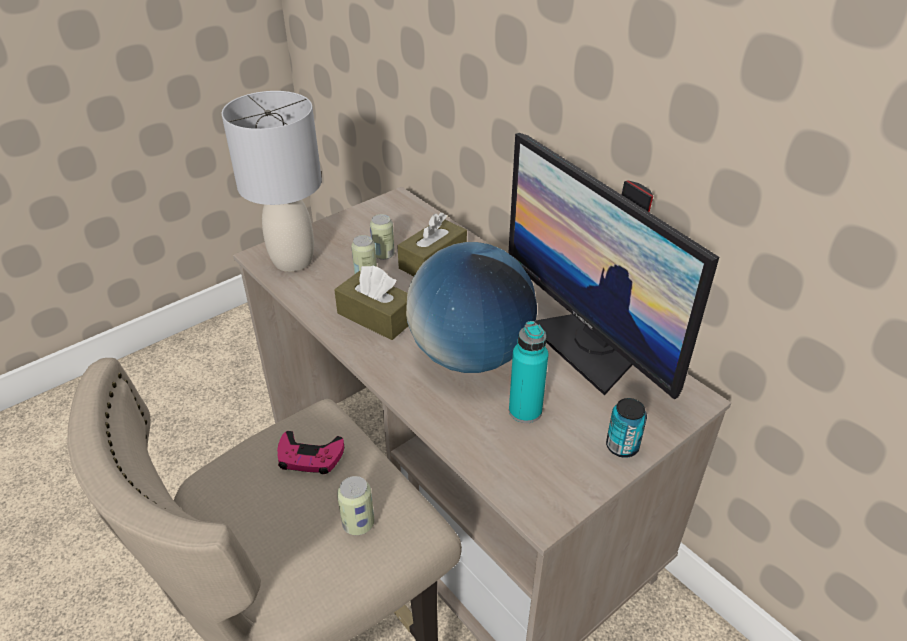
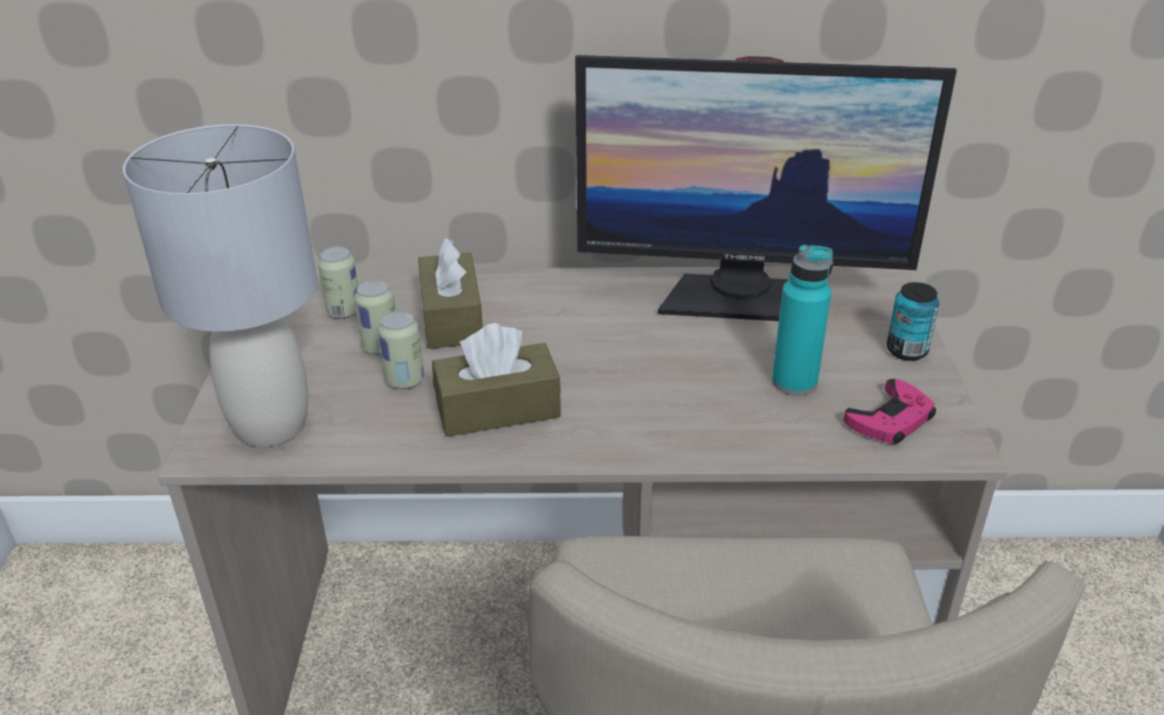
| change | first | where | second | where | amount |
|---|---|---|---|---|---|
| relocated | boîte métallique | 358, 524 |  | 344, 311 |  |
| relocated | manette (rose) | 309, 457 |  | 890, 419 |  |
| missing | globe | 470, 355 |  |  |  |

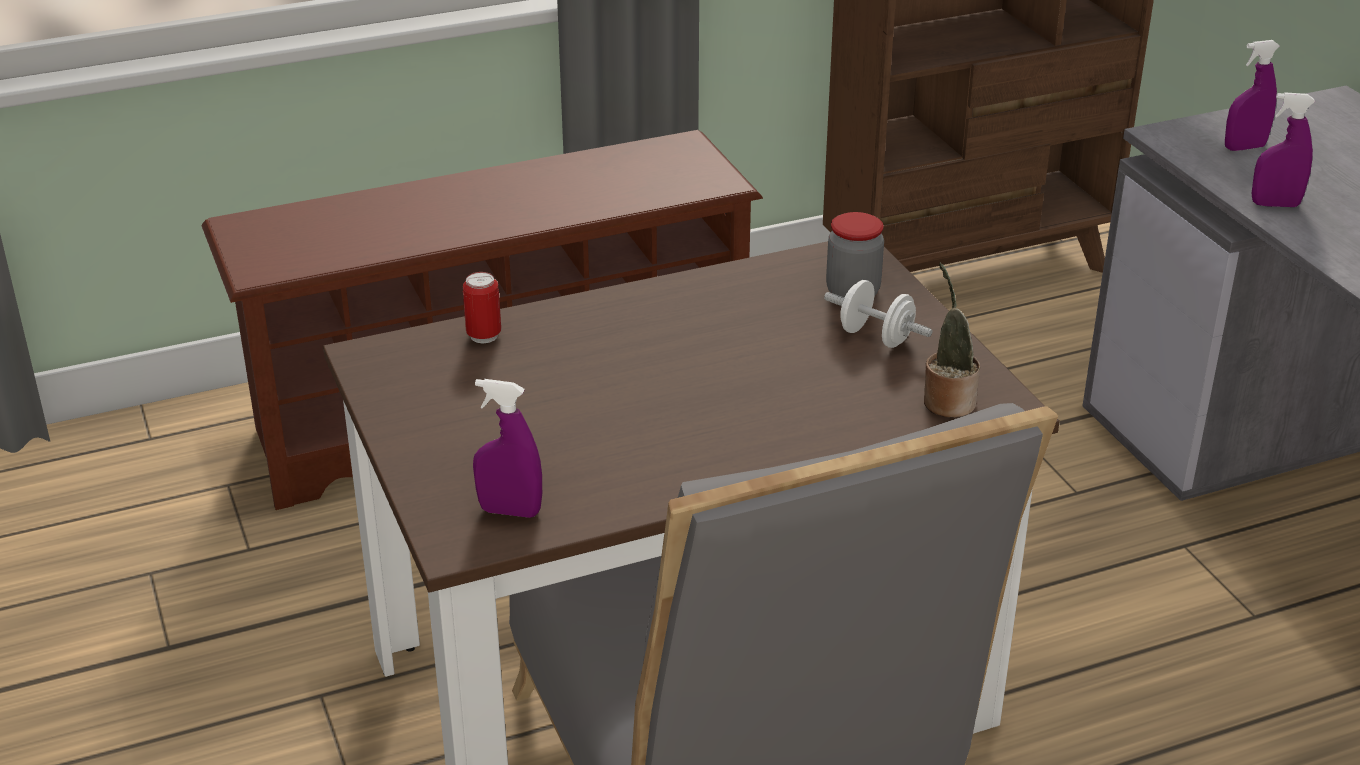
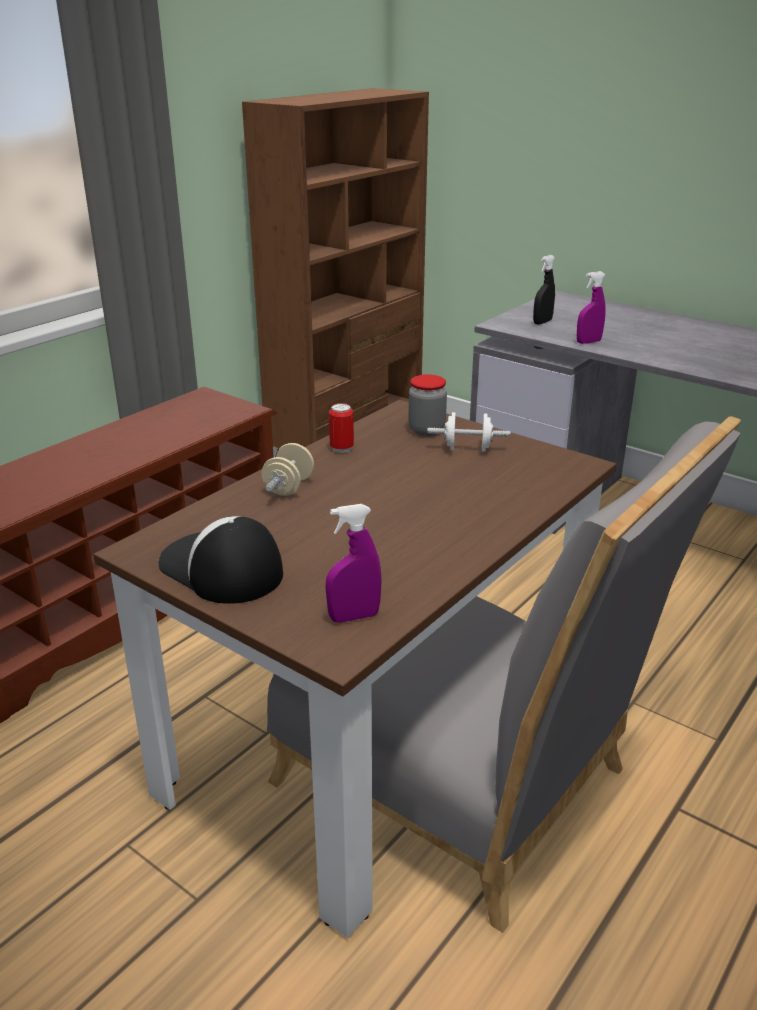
| change | first | where | second | where | amount |
|---|---|---|---|---|---|
| appeared |  |  | casquette | 220, 569 |  |
| appeared |  |  | haltère (beige) | 289, 487 |  |
| relocated | boîte métallique | 484, 336 |  | 341, 448 |  |
| colour | vaporisateur (violet) | 1244, 147 | vaporisateur (noir) | 542, 322 |  |
| missing | plante en pot | 947, 400 |  |  |  |

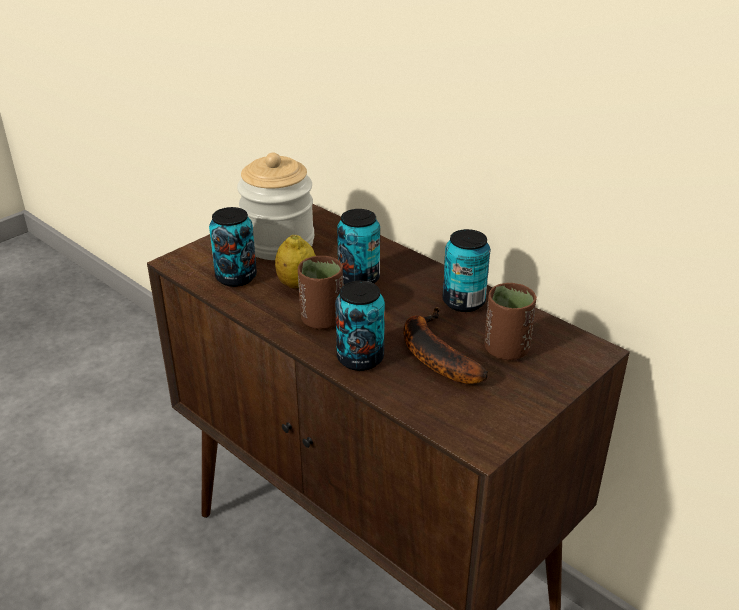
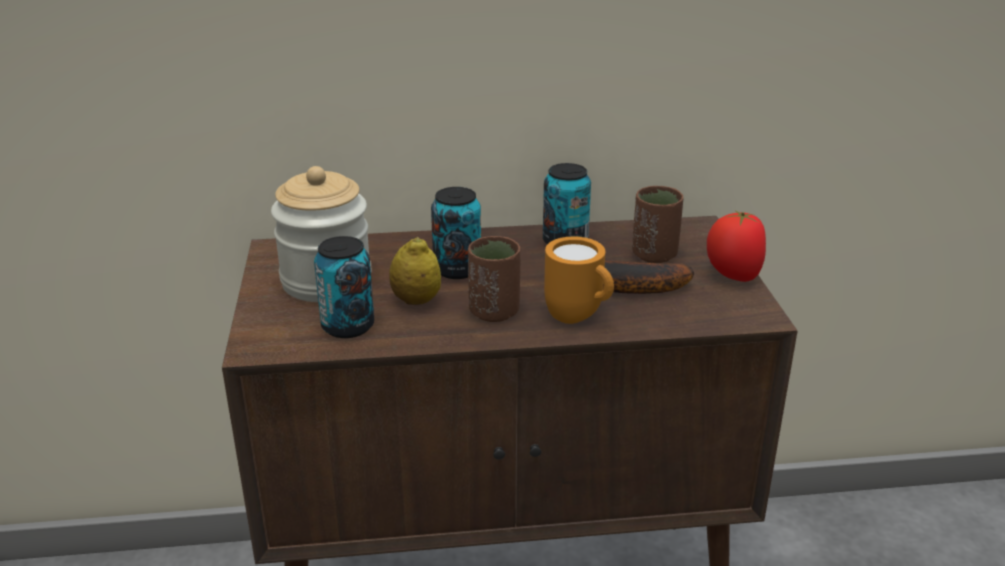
| change | first | where | second | where | amount |
|---|---|---|---|---|---|
| exchanged | boîte métallique | 360, 358 | mug (orange) | 579, 318 |  |
| appeared |  |  | tomate | 732, 276 |  |

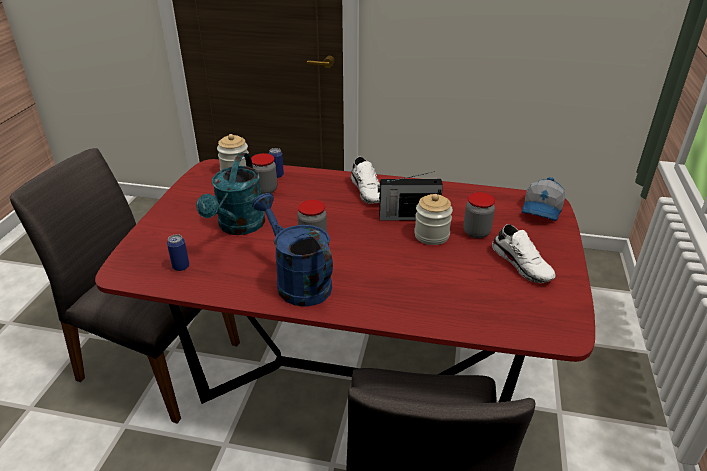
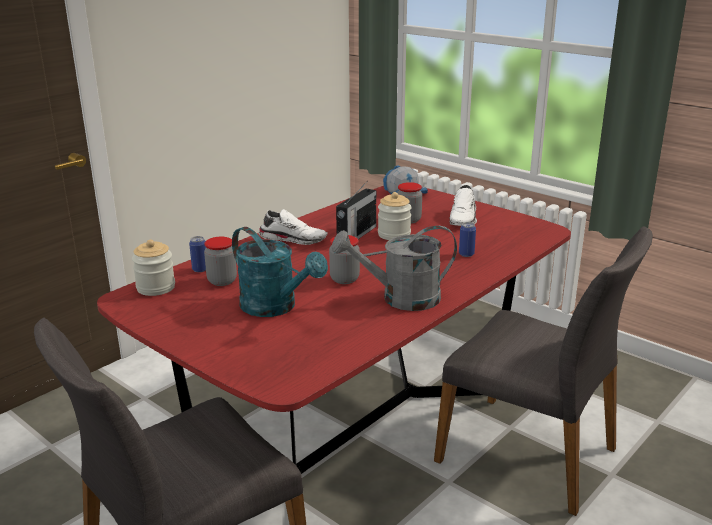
| change | first | where | second | where | amount |
|---|---|---|---|---|---|
| colour | arrosoir (bleu) | 297, 281 | arrosoir (gris) | 400, 299 |  |
| spun | chaussure (blanc) | 523, 264 |  | 464, 218 | 105 degrees clockwise |
| relocated | boîte métallique | 181, 266 |  | 466, 254 |  |

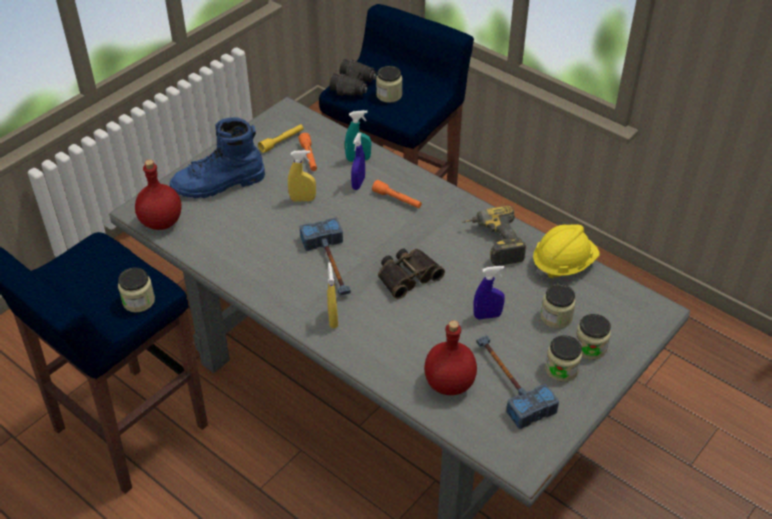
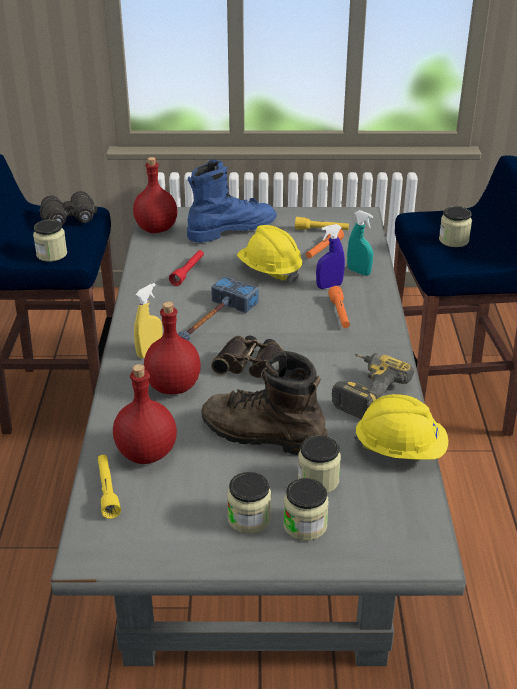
| change | first | where | second | where | amount |
|---|---|---|---|---|---|
| relocated | jumelles (noir) | 354, 86 |  | 70, 220 |  |
| appeared |  |  | lampe de poche (jaune) | 107, 491 |  |
| appeared |  |  | bouteille (rouge) | 173, 387 |  |
| appeared |  |  | lampe de poche (rouge) | 188, 272 |  |
| spun | botte (bleu) | 219, 184 |  | 231, 230 | 120 degrees clockwise |
| exchanged | vaporisateur (bleu) | 487, 316 | botte (marron) | 262, 434 |  |
| exchanged | vaporisateur (jaune) | 303, 199 | casque de chantier (jaune) | 269, 271 |  |
| missing | marteau | 508, 382 |  |  |  |

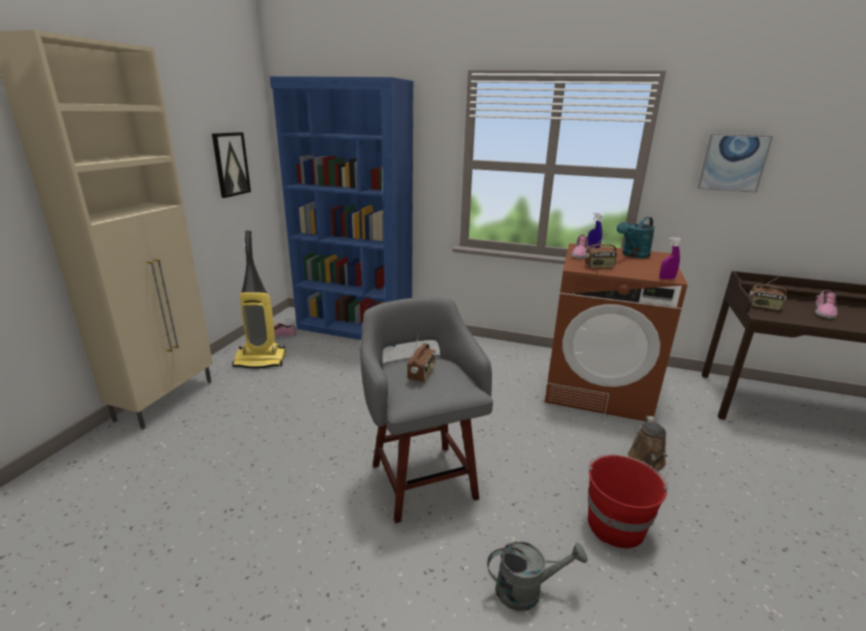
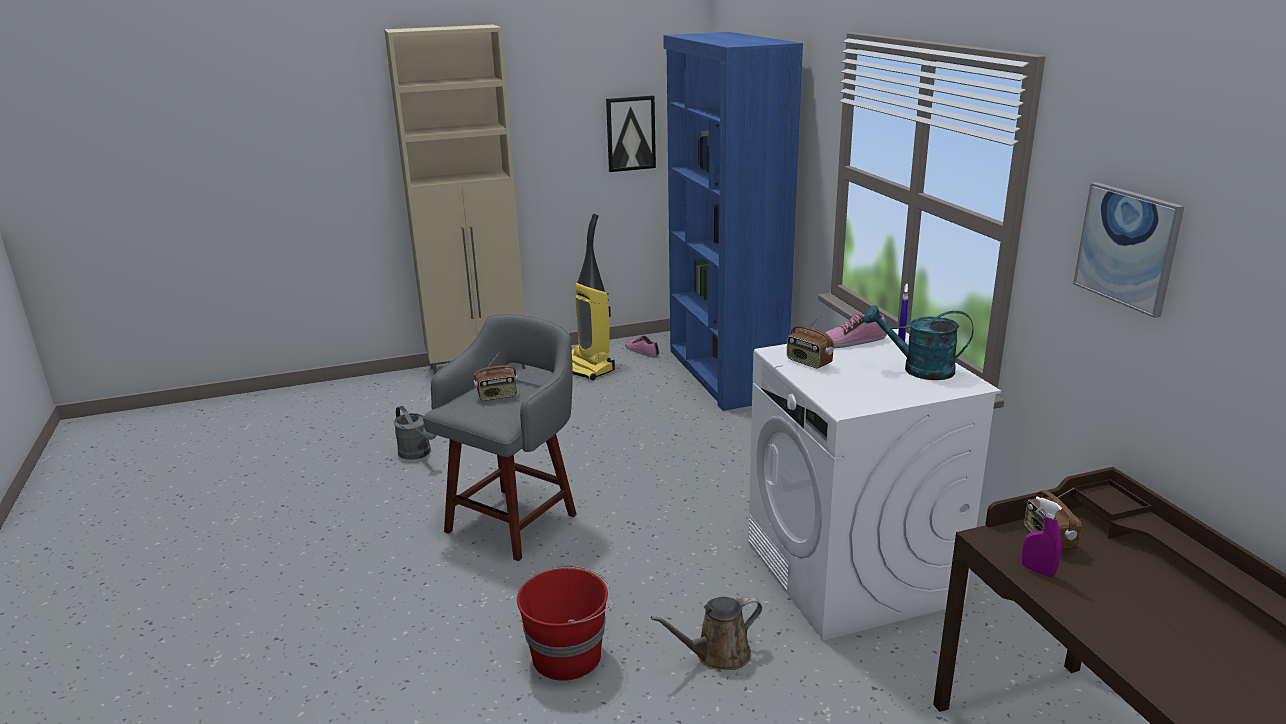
| change | first | where | second | where | amount |
|---|---|---|---|---|---|
| relocated | arrosoir (gris) | 527, 589 |  | 418, 454 |  |
| colour | lave-linge (marron) | 597, 387 | lave-linge (blanc) | 852, 573 |  |
| relocated | vaporisateur (violet) | 666, 278 |  | 1037, 571 |  |
| missing | chaussure | 823, 311 |  |  |  |

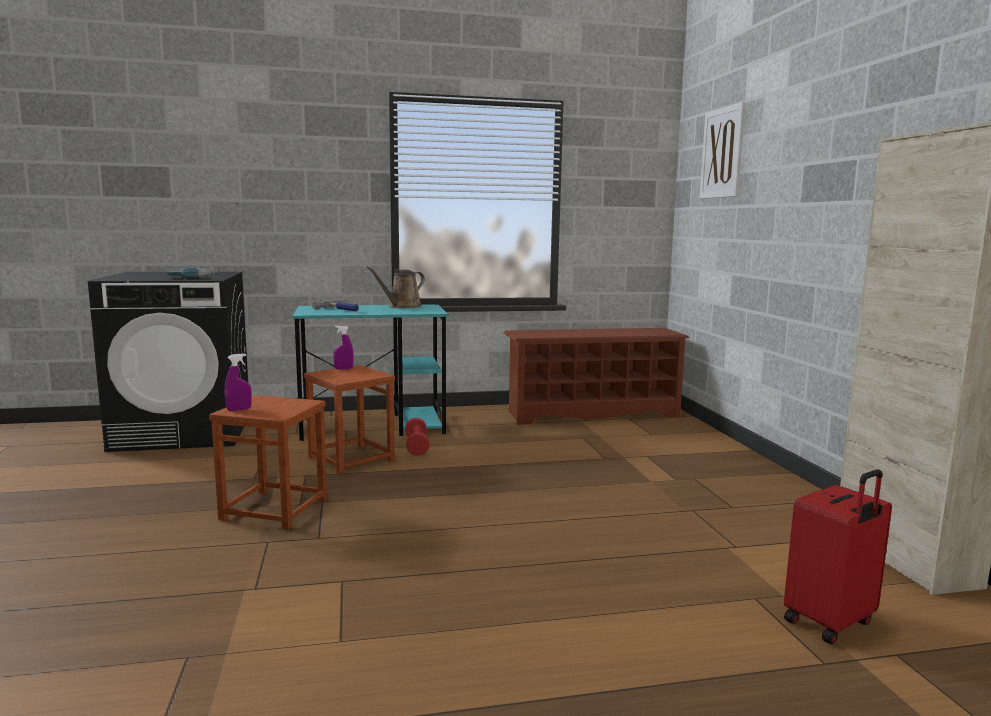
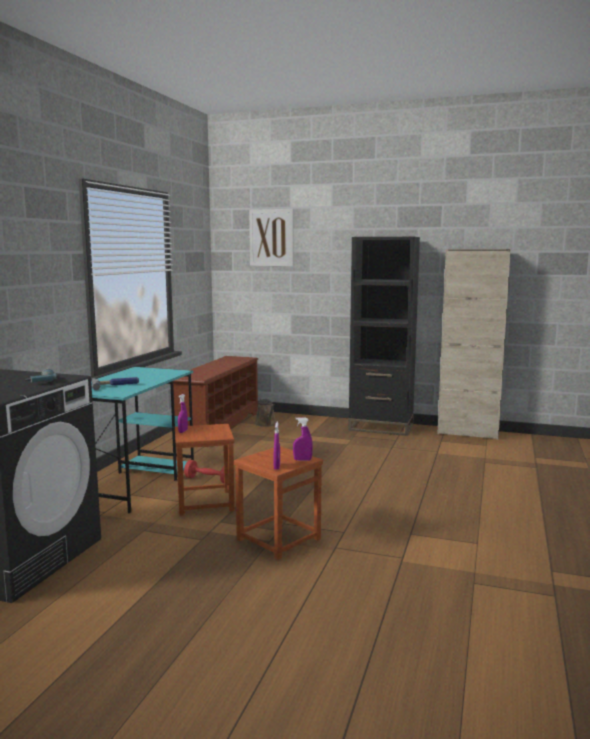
| change | first | where | second | where | amount |
|---|---|---|---|---|---|
| relocated | arrosoir (marron) | 402, 306 |  | 266, 424 |  |
| appeared |  |  | vaporisateur (violet) | 302, 460 |  |
| appeared |  |  | bibliothèque (noir) | 381, 427 |  |
| missing | valise (rouge) | 831, 622 |  |  |  |

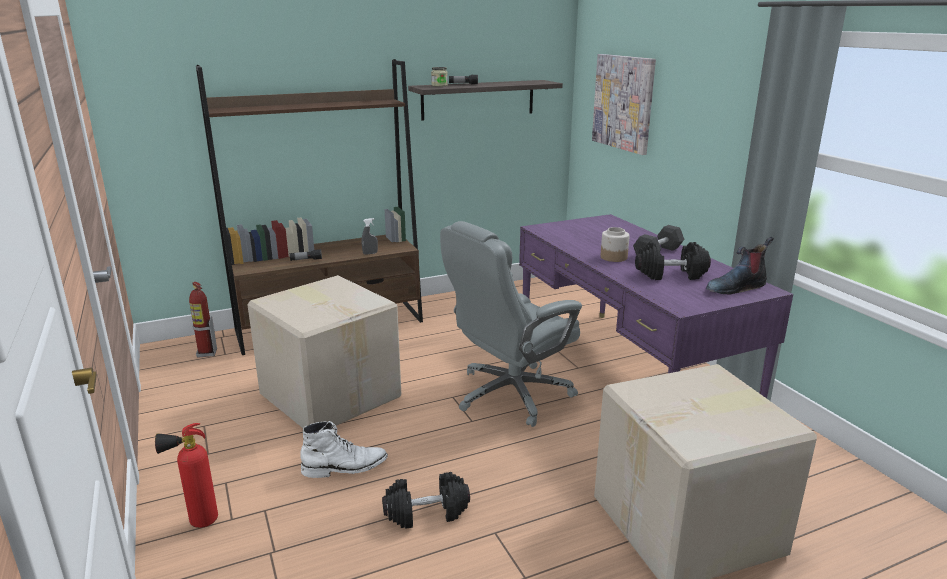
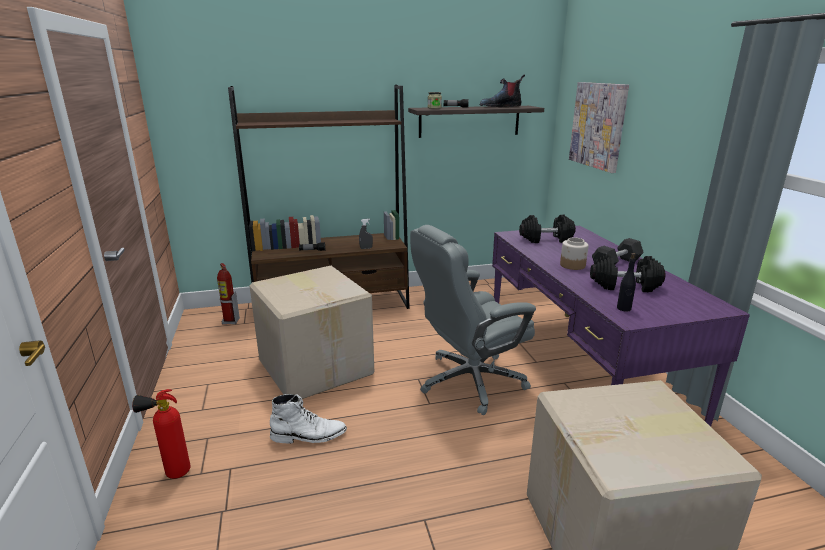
| change | first | where | second | where | amount |
|---|---|---|---|---|---|
| relocated | botte | 735, 287 |  | 500, 107 |  |
| relocated | haltère (noir) | 426, 513 |  | 546, 239 |  |
| appeared |  |  | bouteille (noir) | 624, 308 |  |

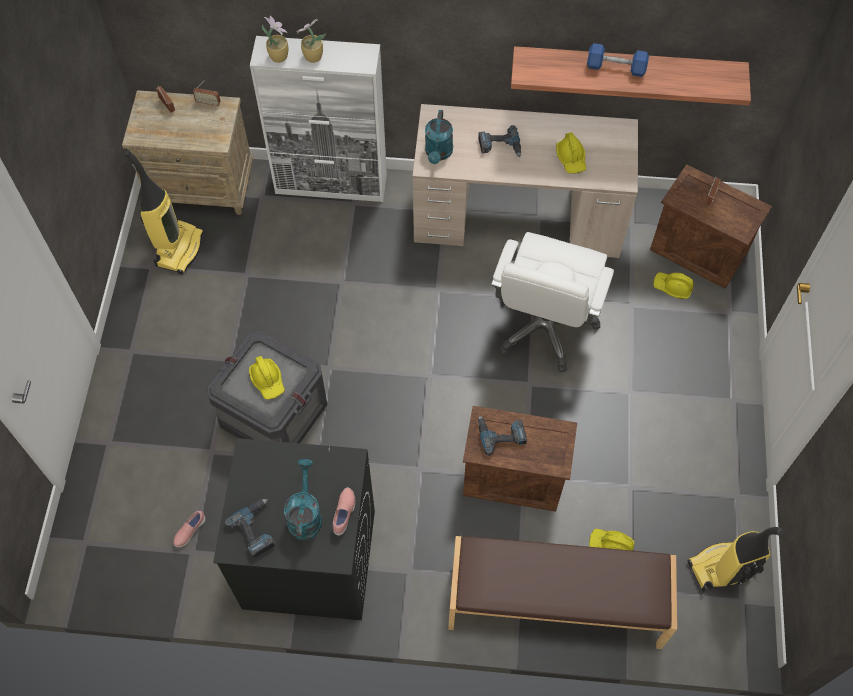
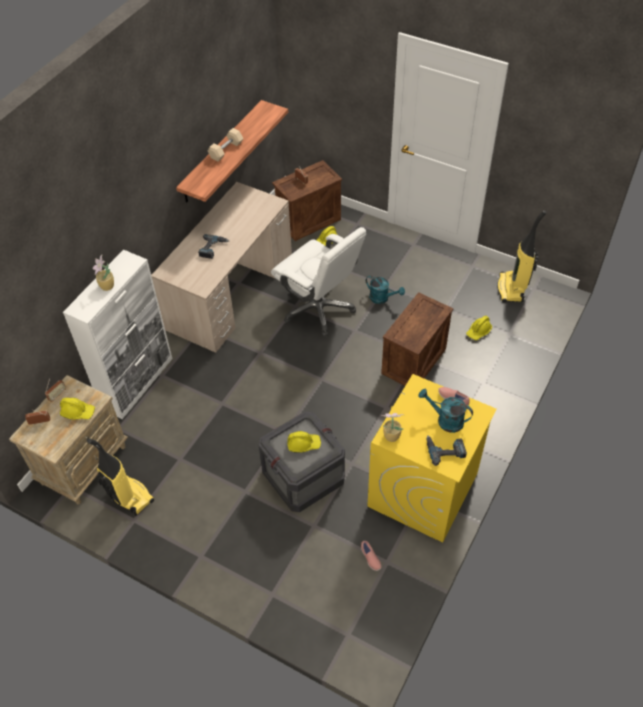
| change | first | where | second | where | amount |
|---|---|---|---|---|---|
| relocated | casque de chantier (jaune) | 571, 158 |  | 78, 412 |  |
| colour | haltère (bleu) | 616, 67 | haltère (beige) | 226, 150 |  |
| relocated | arrosoir (turquoise) | 438, 154 |  | 382, 298 |  |
| colour | lave-linge (noir) | 308, 560 | lave-linge (jaune) | 423, 491 |  |
| relocated | plante en pot | 279, 56 |  | 391, 436 |  |
| missing | banc (marron) | 555, 605 |  |  |  |
| missing | perceuse | 501, 434 |  |  |  |

